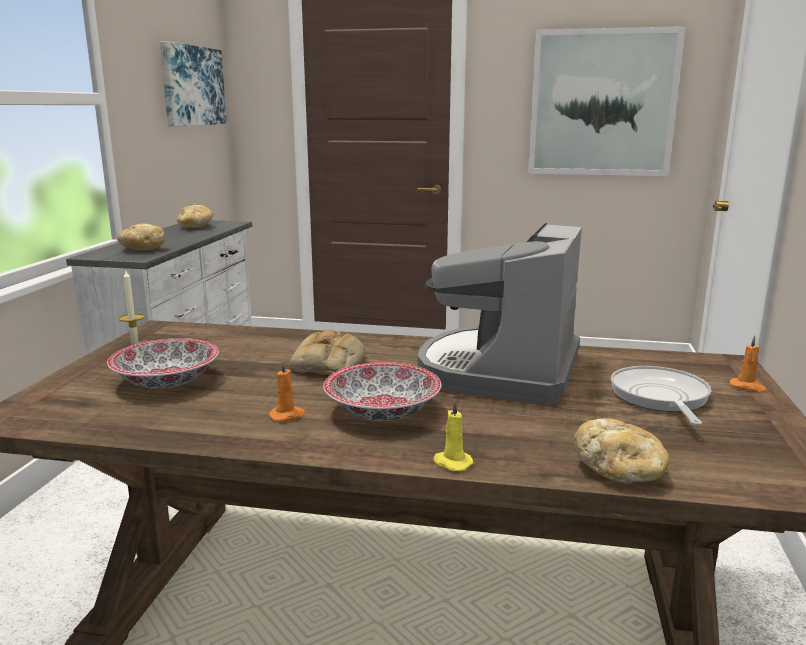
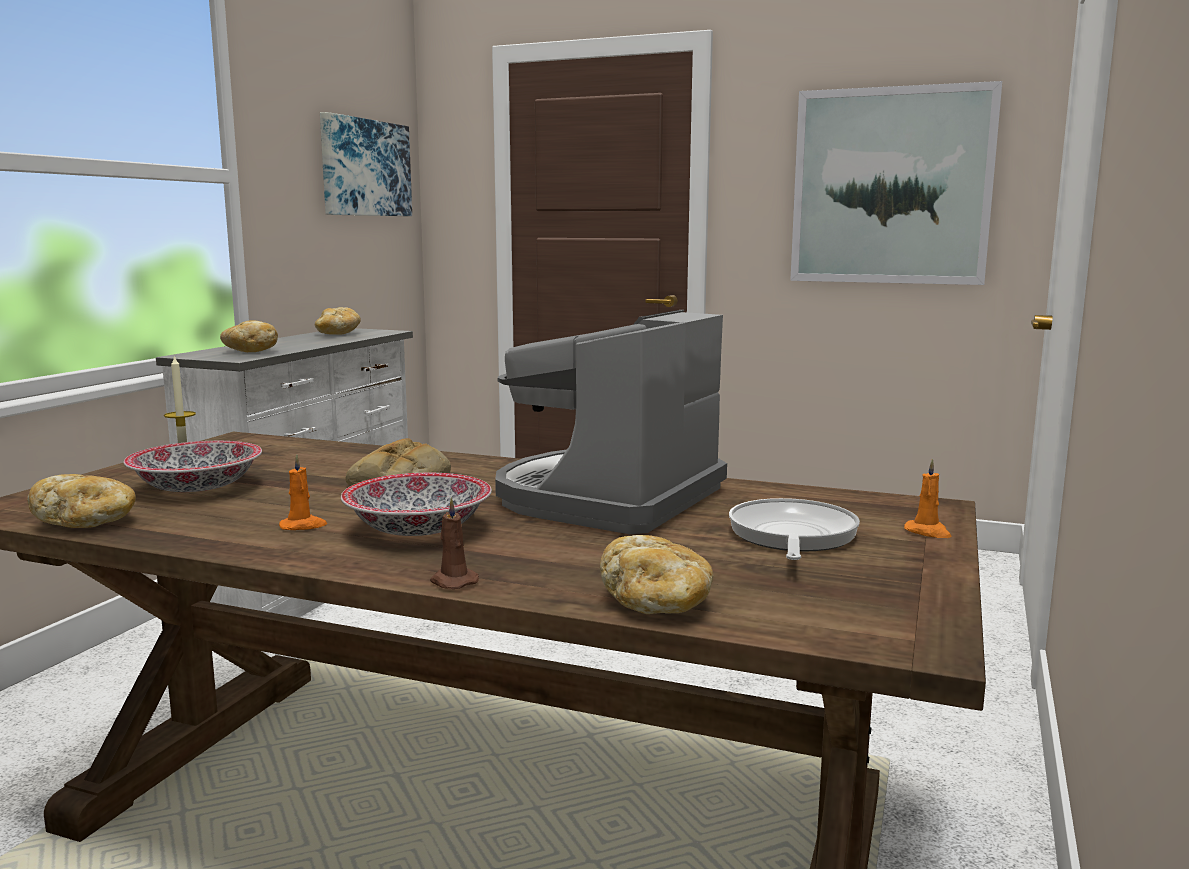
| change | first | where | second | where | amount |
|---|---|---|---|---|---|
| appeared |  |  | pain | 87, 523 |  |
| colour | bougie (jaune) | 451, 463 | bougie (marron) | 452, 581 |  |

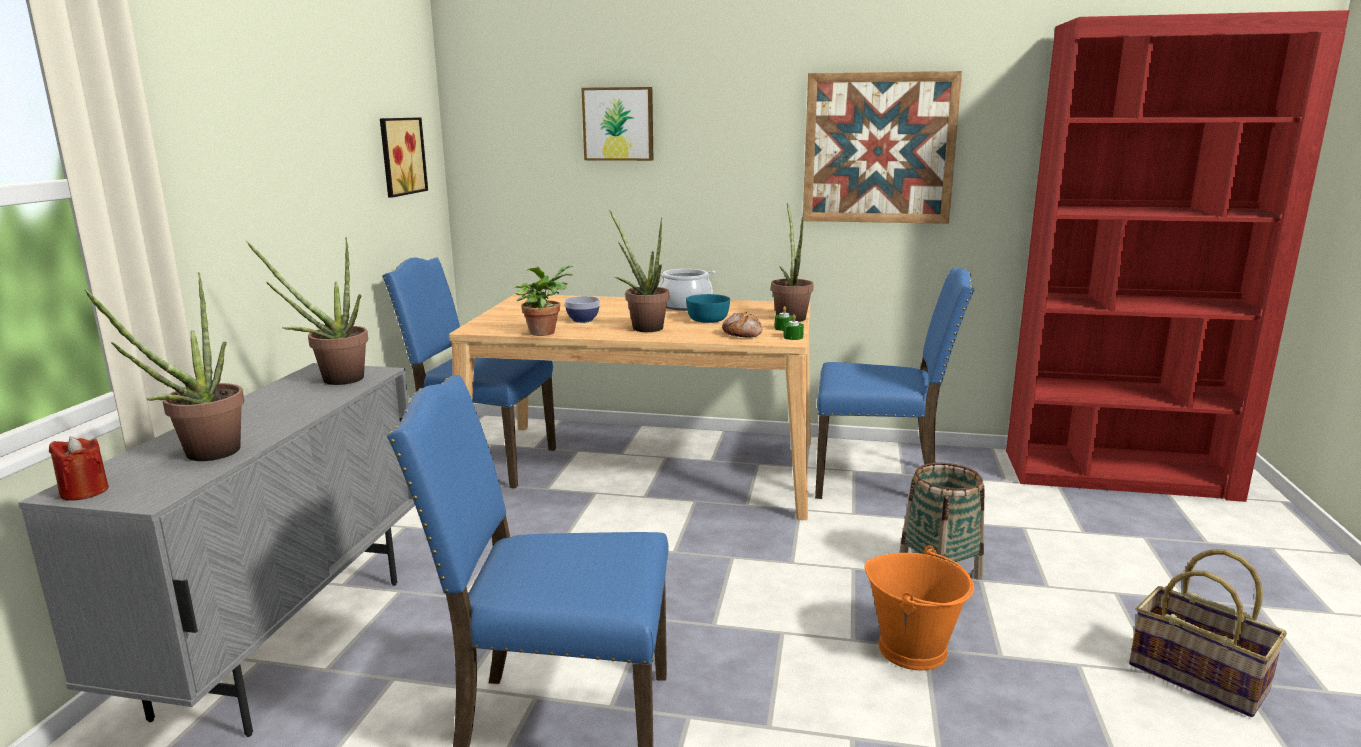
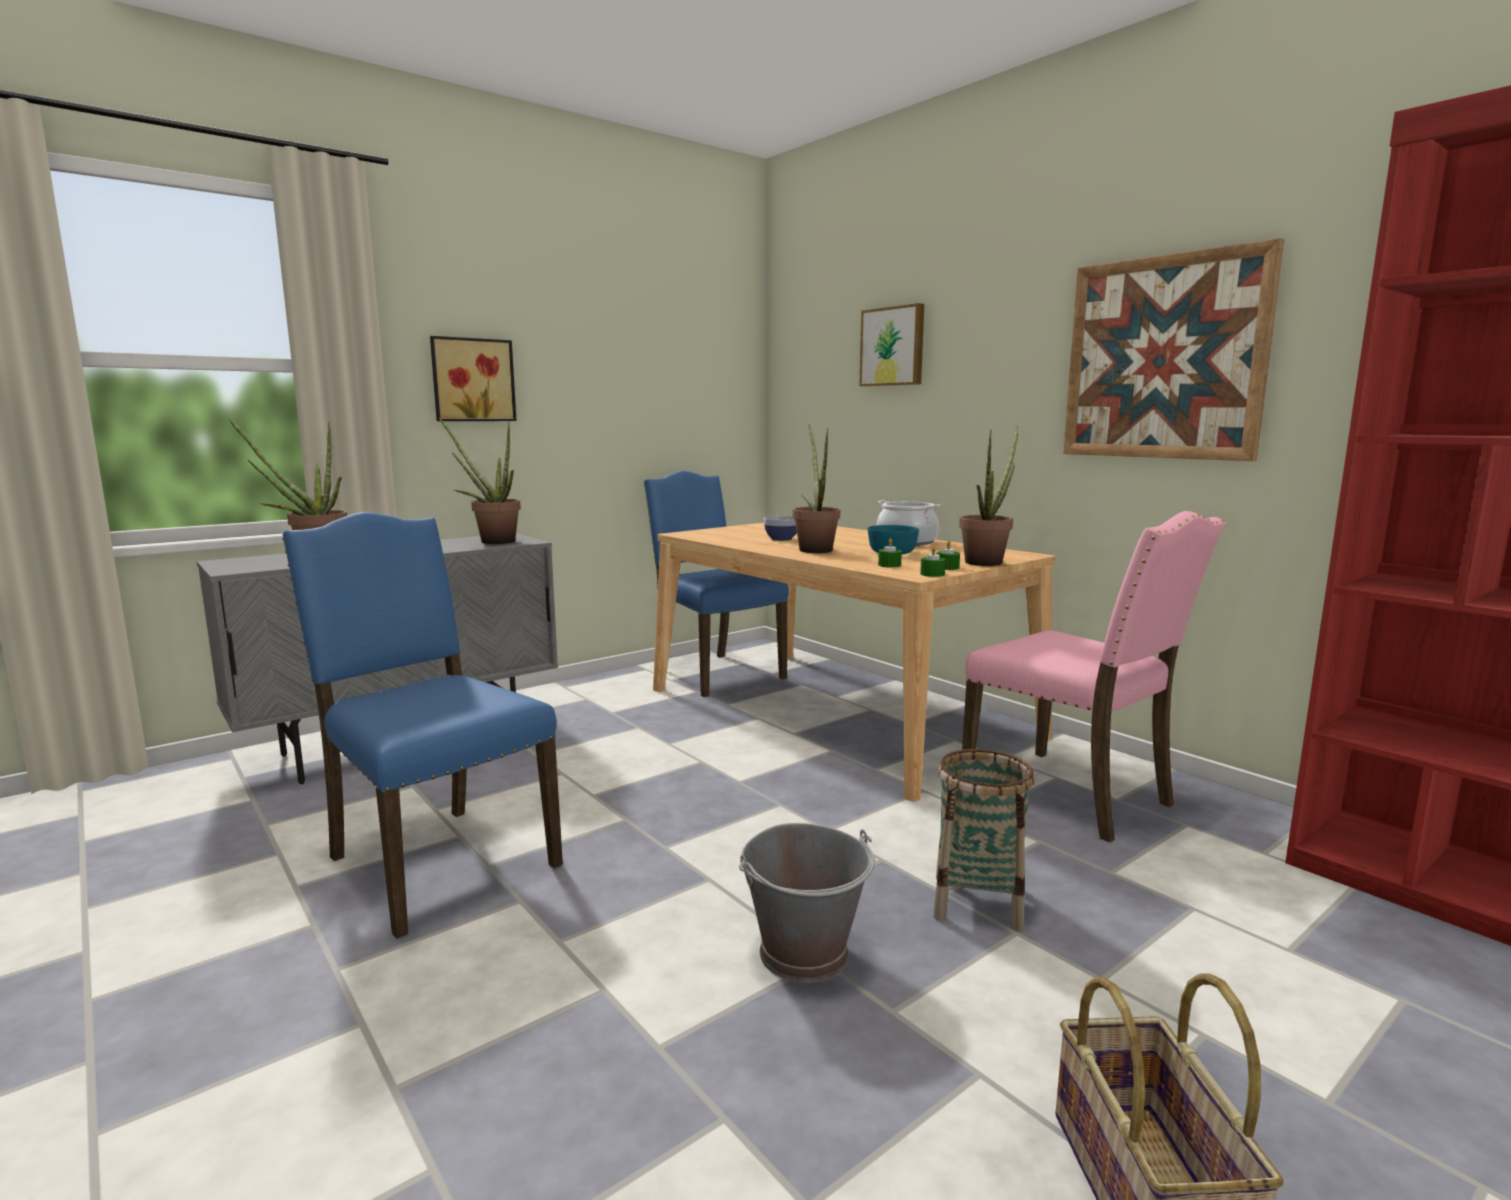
| change | first | where | second | where | amount |
|---|---|---|---|---|---|
| relocated | tableau | 400, 156 |  | 472, 380 |  |
| colour | seau (orange) | 913, 649 | seau (gris) | 805, 954 |  |
| exchanged | pain | 743, 334 | bougie (vert) | 889, 565 |  |
| colour | chaise (bleu) | 879, 480 | chaise (rose) | 1071, 796 |  |
| missing | bougie (rouge) | 84, 492 |  |  |  |
| missing | plante en pot | 544, 332 |  |  |  |

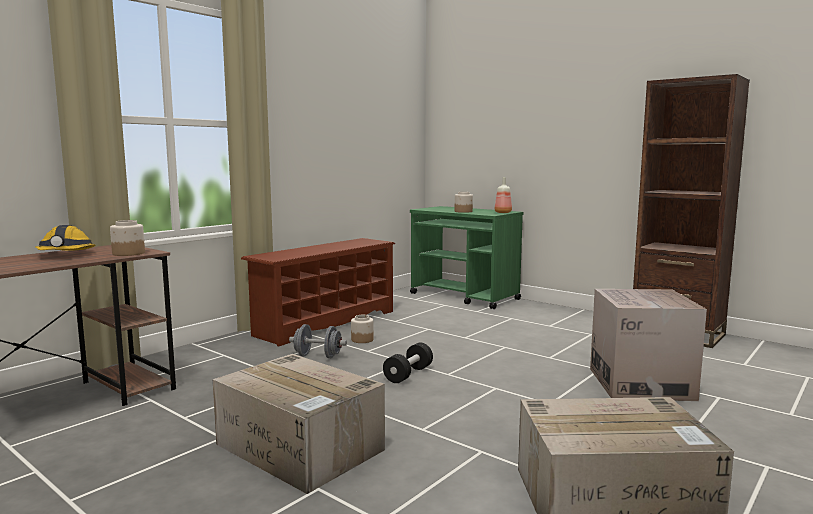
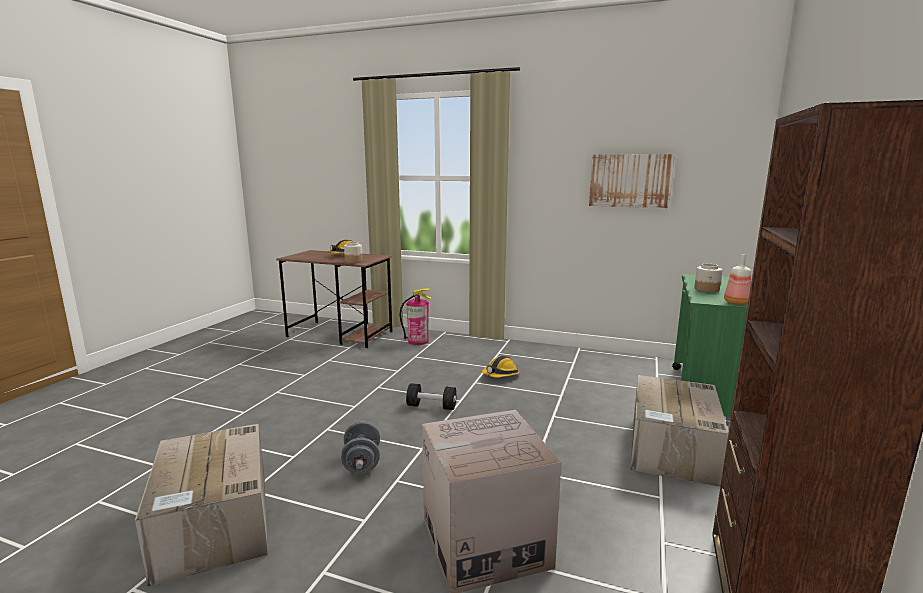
| change | first | where | second | where | amount |
|---|---|---|---|---|---|
| relocated | haltère (gris) | 318, 356 |  | 362, 463 |  |
| appeared |  |  | extincteur | 418, 341 |  |
| exchanged | bocal | 362, 339 | casque de chantier | 500, 375 |  |
| appeared |  |  | tableau | 630, 180 |  |
| relocated | carton | 301, 447 |  | 672, 449 |  |
| missing | étagère à chaussures (marron) | 325, 323 |  |  |  |

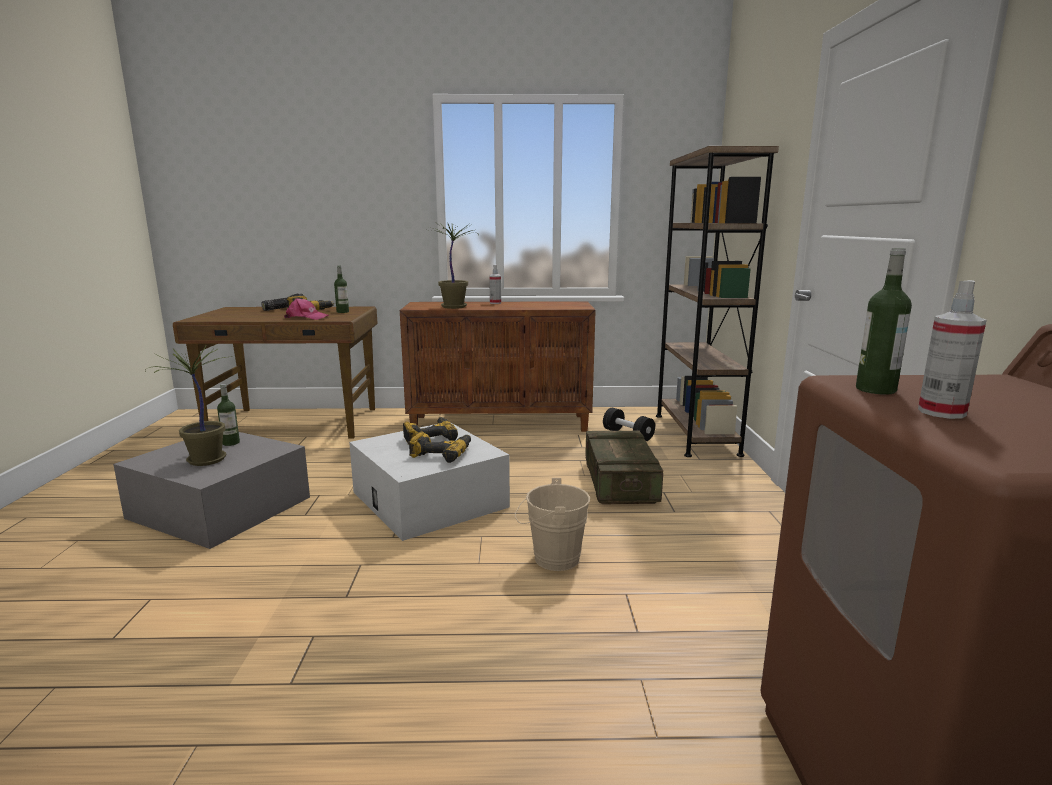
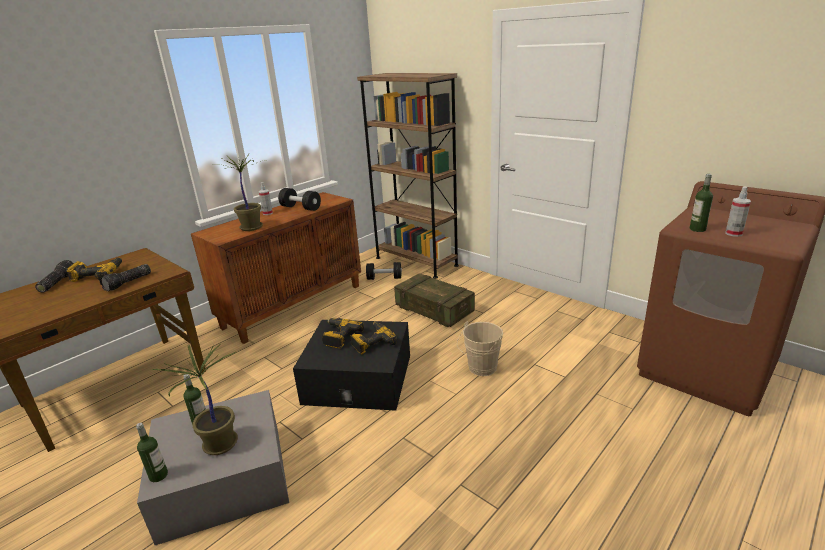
| change | first | where | second | where | amount |
|---|---|---|---|---|---|
| exchanged | casquette (rose) | 306, 317 | lampe de poche | 128, 283 |  |
| relocated | bouteille | 342, 312 |  | 158, 475 |  |
| appeared |  |  | haltère (noir) | 300, 208 |  |
| colour | boîte de rangement (blanc) | 429, 499 | boîte de rangement (noir) | 358, 378 |  |

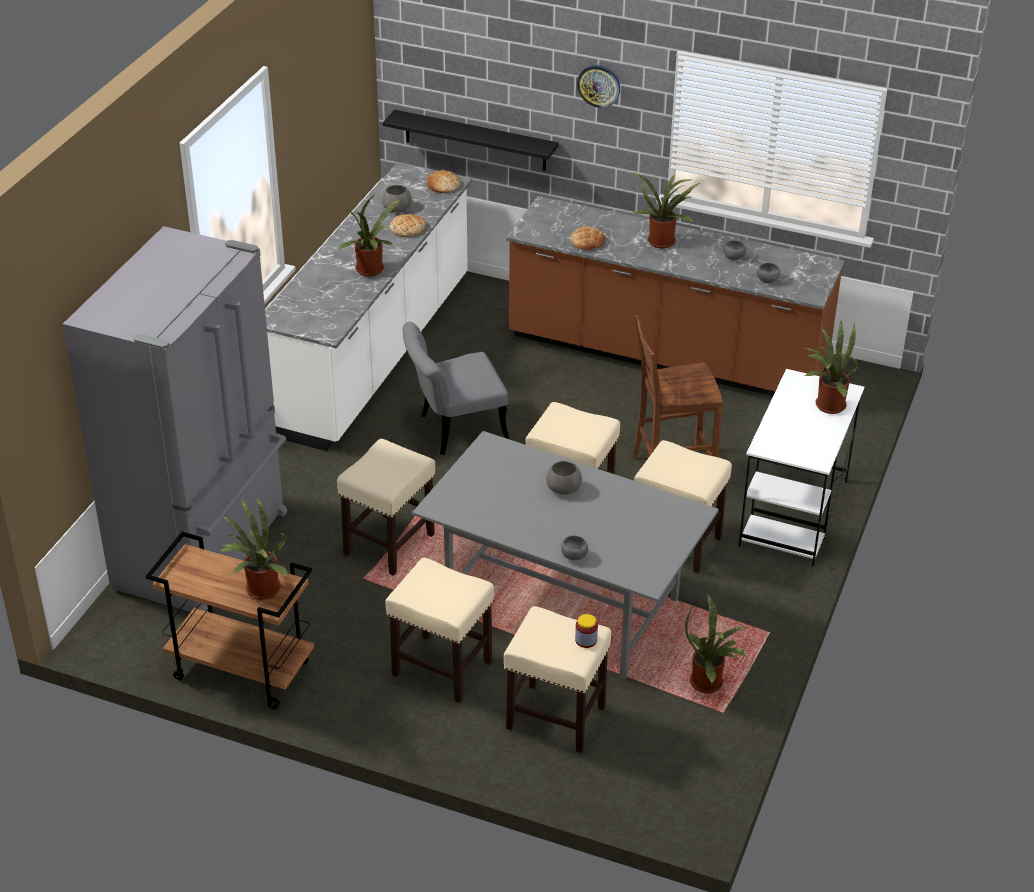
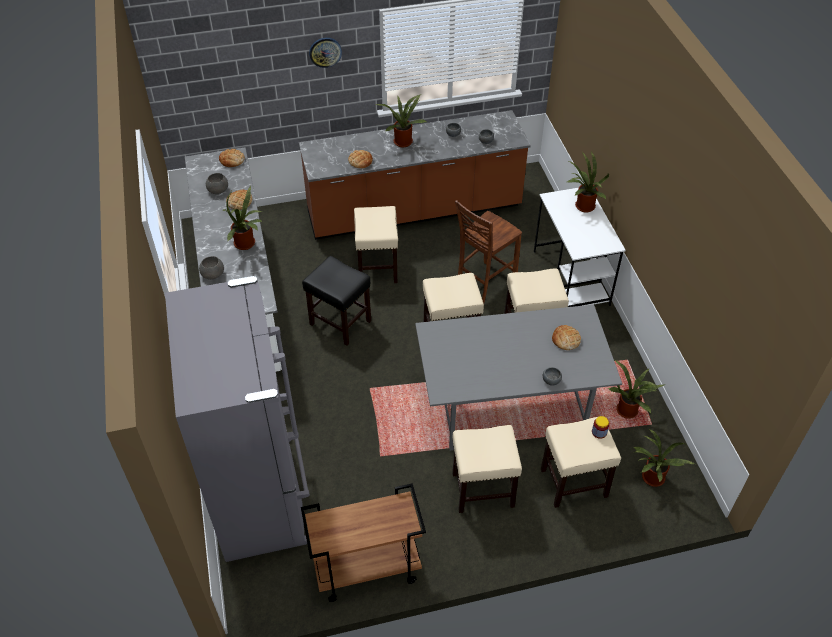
| change | first | where | second | where | amount |
|---|---|---|---|---|---|
| relocated | bol (gris) | 564, 488 |  | 213, 274 |  |
| exchanged | chaise (gris) | 454, 430 | tabouret (noir) | 339, 322 |  |
| relocated | tabouret (beige) | 389, 543 |  | 377, 267 |  |
| appeared |  |  | pain | 565, 339 |  |
| relocated | plante en pot | 259, 590 |  | 651, 479 |  |
| missing | étagère (noir) | 475, 140 |  |  |  |

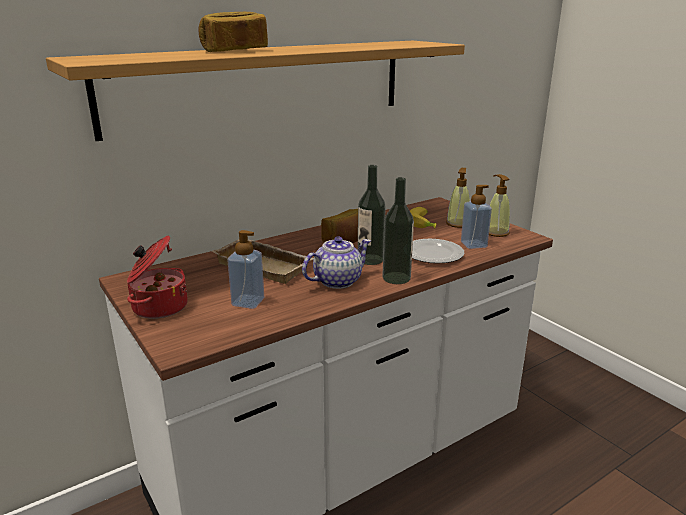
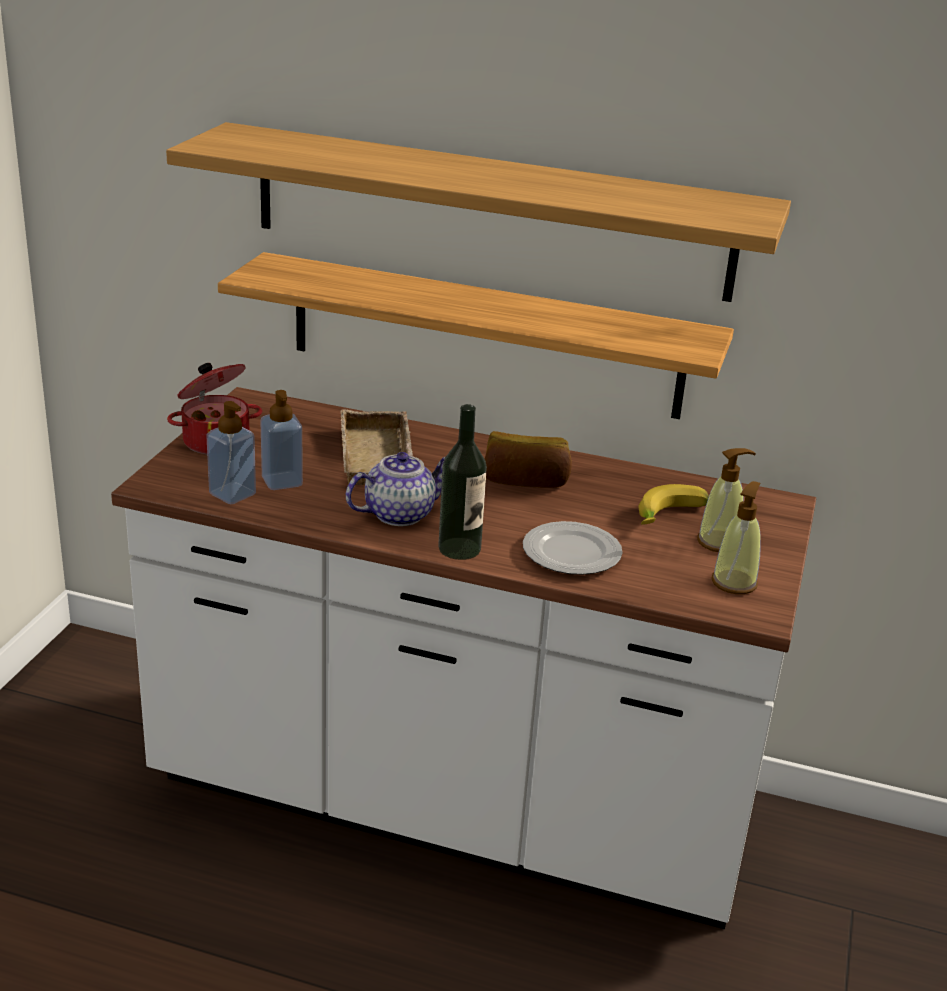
| change | first | where | second | where | amount |
|---|---|---|---|---|---|
| relocated | distributeur de savon | 473, 244 |  | 232, 494 |  |
| appeared |  |  | étagère | 485, 336 |  |
| spun | théière | 337, 281 |  | 399, 513 | 45 degrees counterclockwise |
| missing | pain | 235, 51 |  |  |  |
| missing | bouteille | 370, 259 |  |  |  |

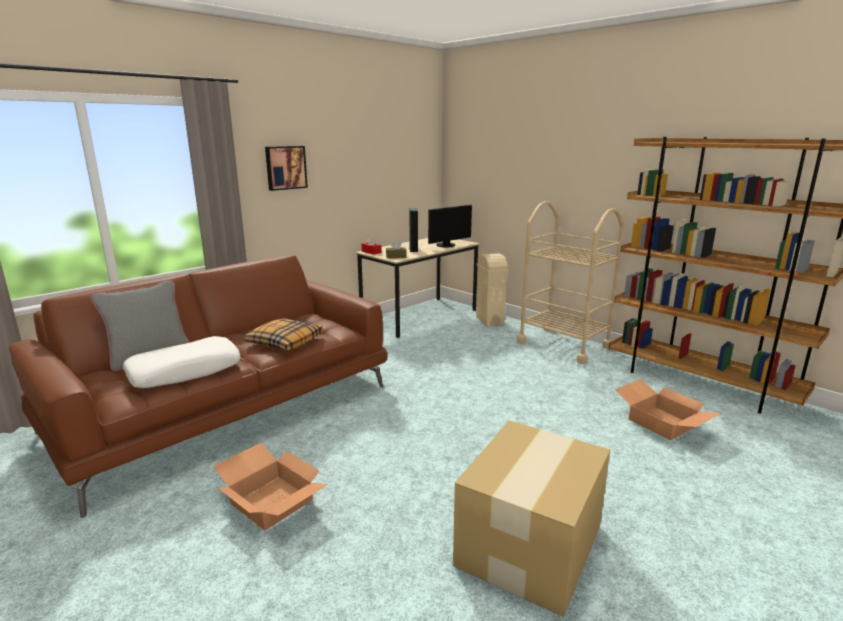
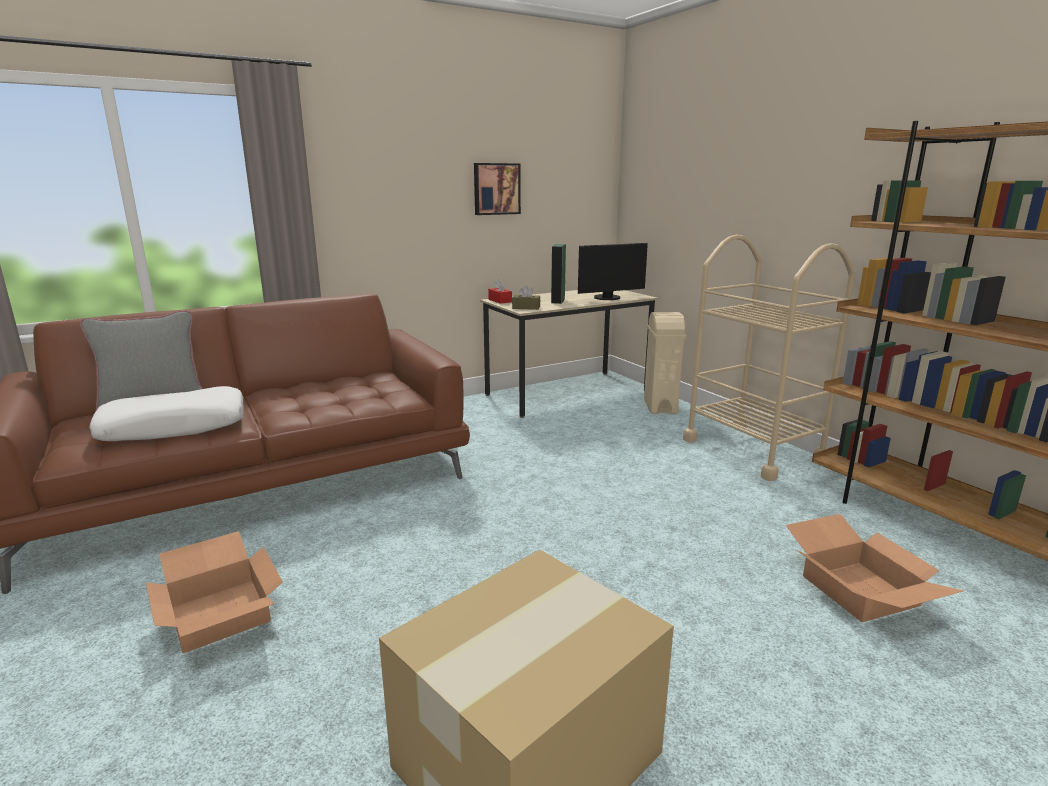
| change | first | where | second | where | amount |
|---|---|---|---|---|---|
| relocated | tableau | 285, 167 |  | 496, 189 |  |
| missing | coussin | 284, 342 |  |  |  |

